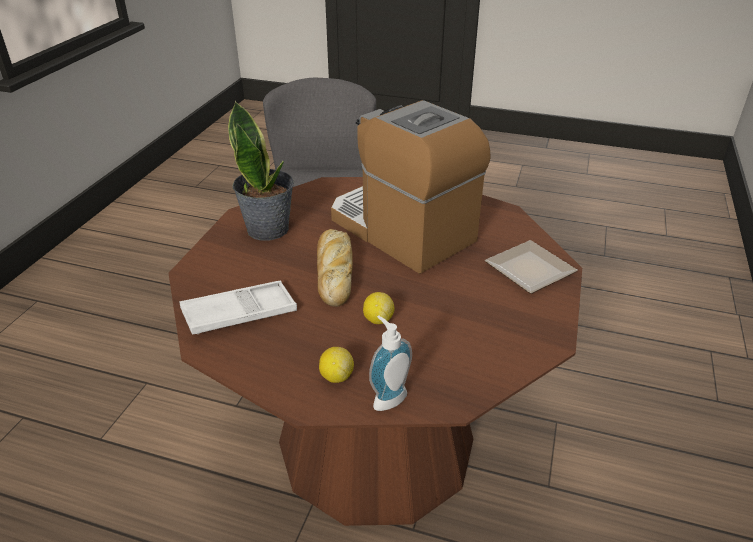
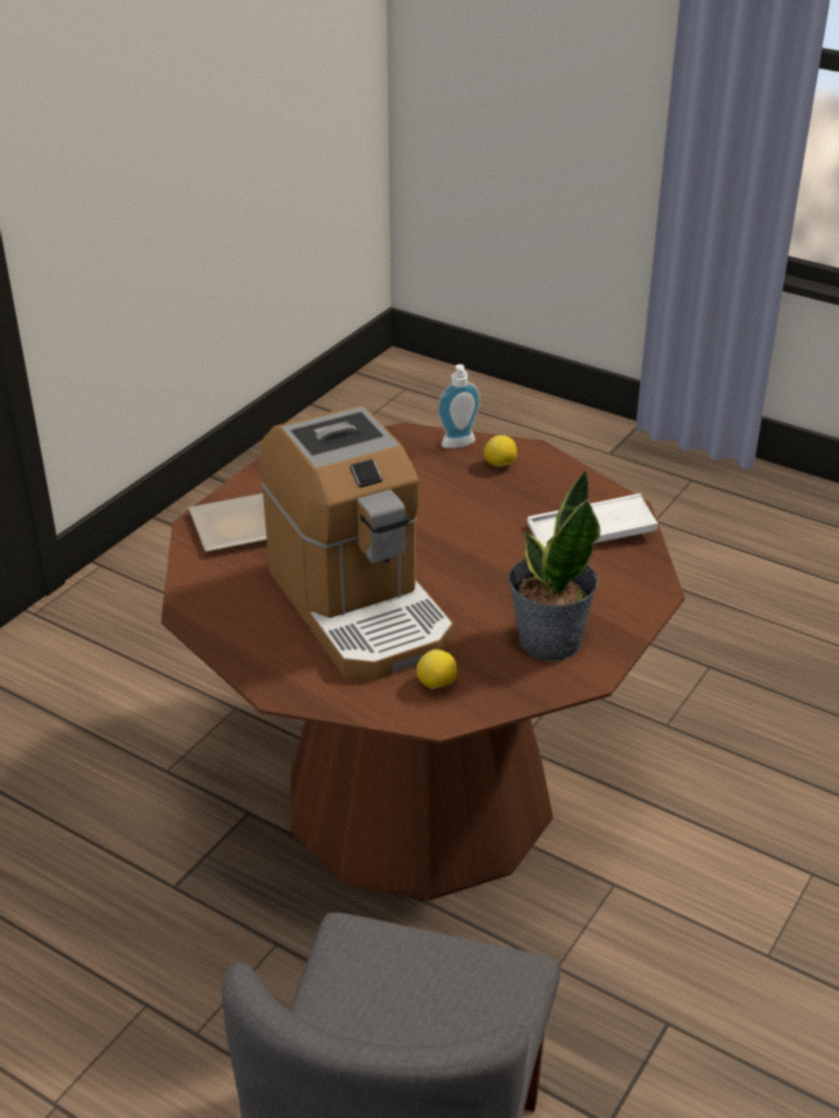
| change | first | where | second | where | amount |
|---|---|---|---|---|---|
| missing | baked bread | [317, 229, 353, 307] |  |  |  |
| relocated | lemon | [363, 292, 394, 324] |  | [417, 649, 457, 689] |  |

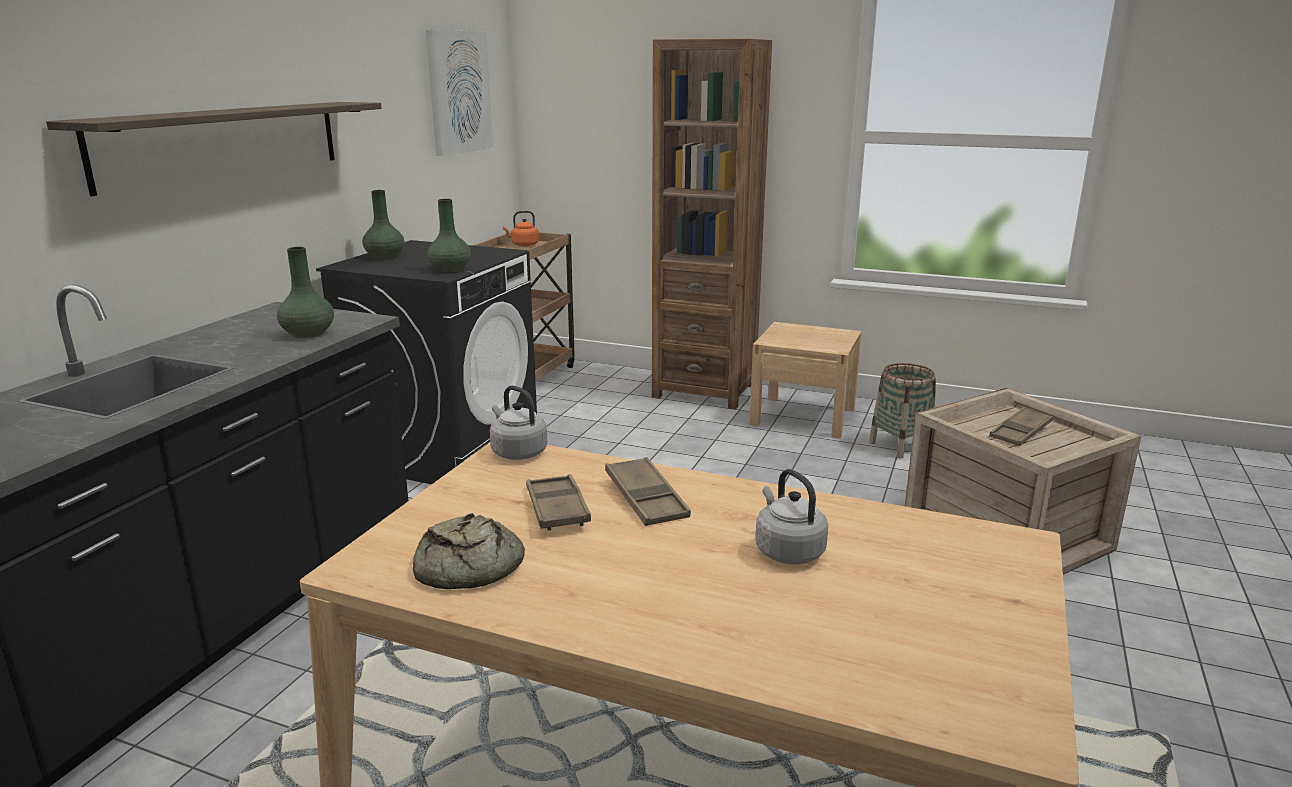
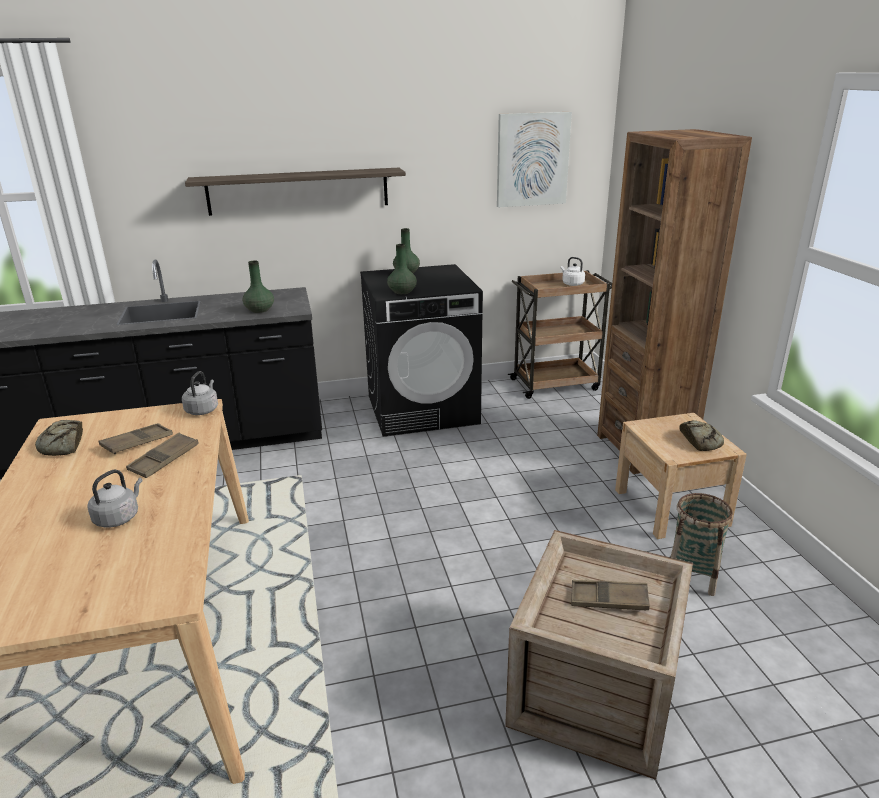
| change | first | where | second | where | amount |
|---|---|---|---|---|---|
| colour | orange kettle | [503, 211, 539, 246] | whitish kettle | [561, 257, 585, 286] |  |
| appeared |  |  | baked bread | [679, 420, 724, 451] |  |

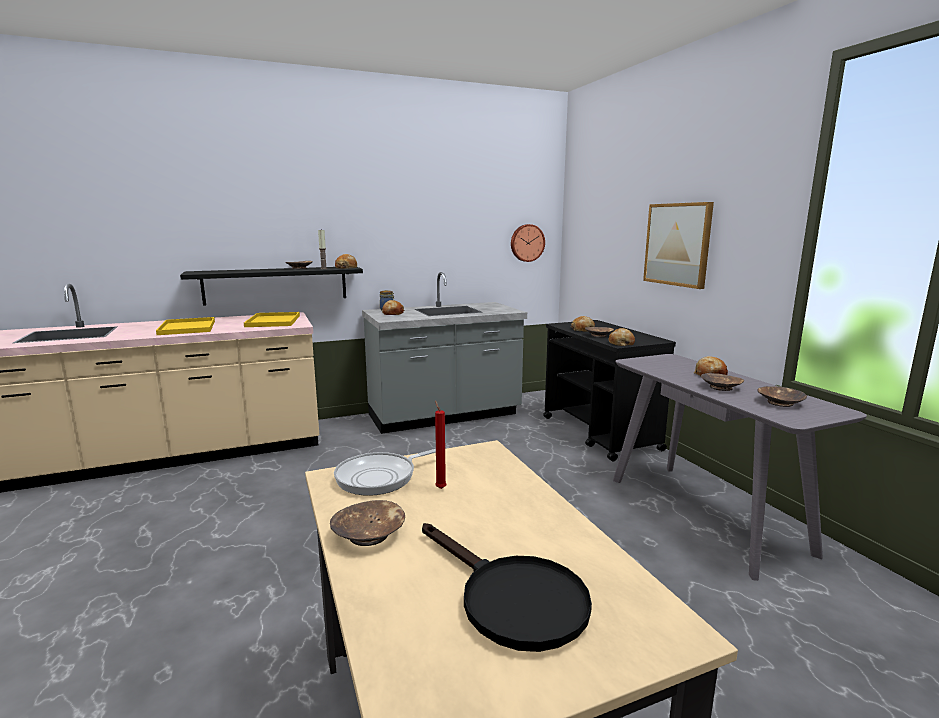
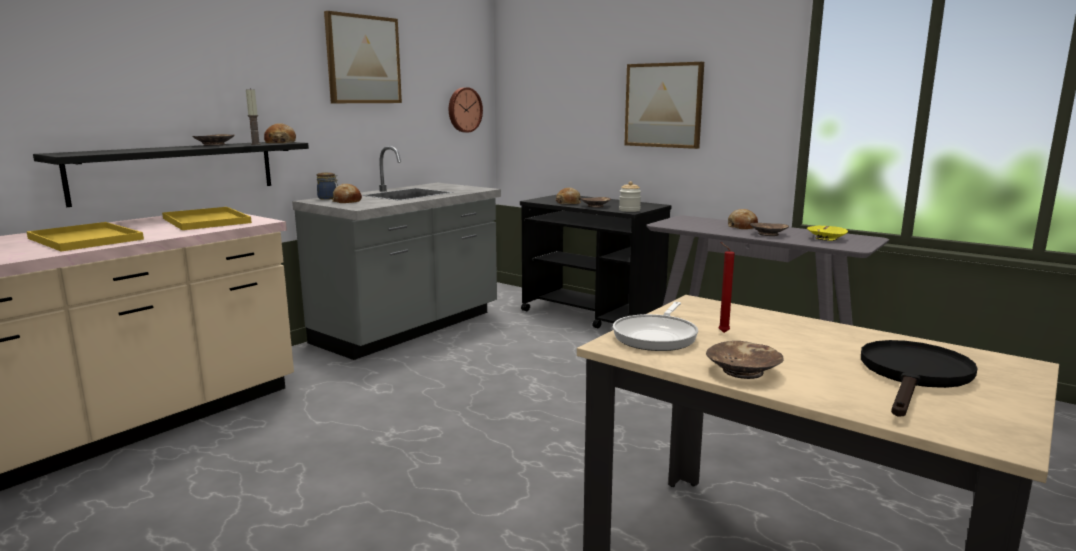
| change | first | where | second | where | amount |
|---|---|---|---|---|---|
| exchanged | baked bread | [609, 328, 635, 346] | preserve jar | [619, 181, 641, 212] |  |
| colour | brown bowl | [757, 386, 807, 407] | yellow-coloured bowl | [807, 226, 848, 241] |  |
| spun | black-coloured pan | [422, 523, 592, 652] |  | [861, 340, 978, 417] | 75 degrees counterclockwise |
| appeared |  |  | picture | [324, 11, 402, 103] |  |

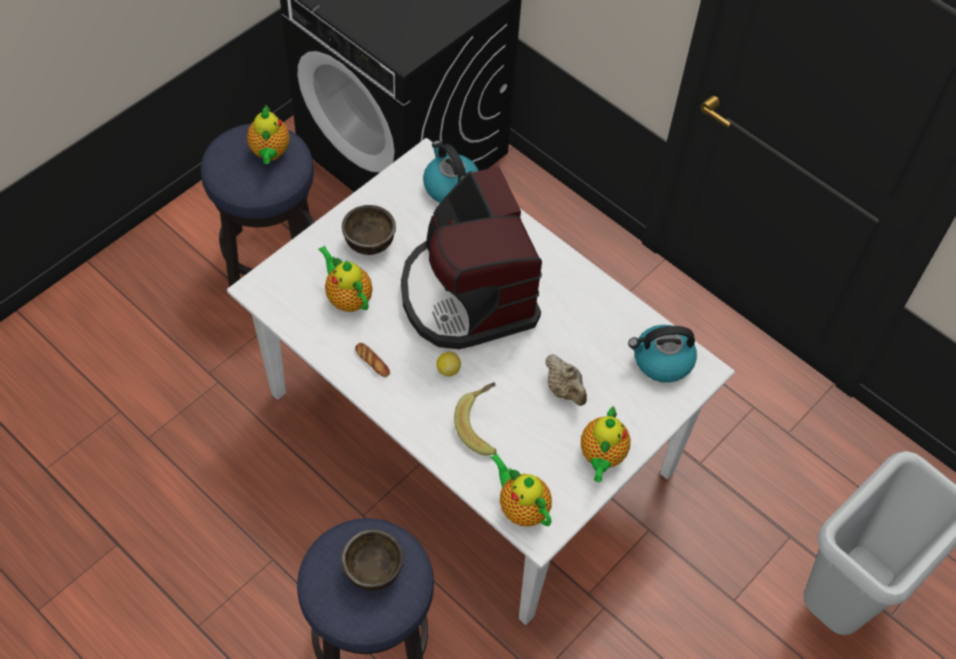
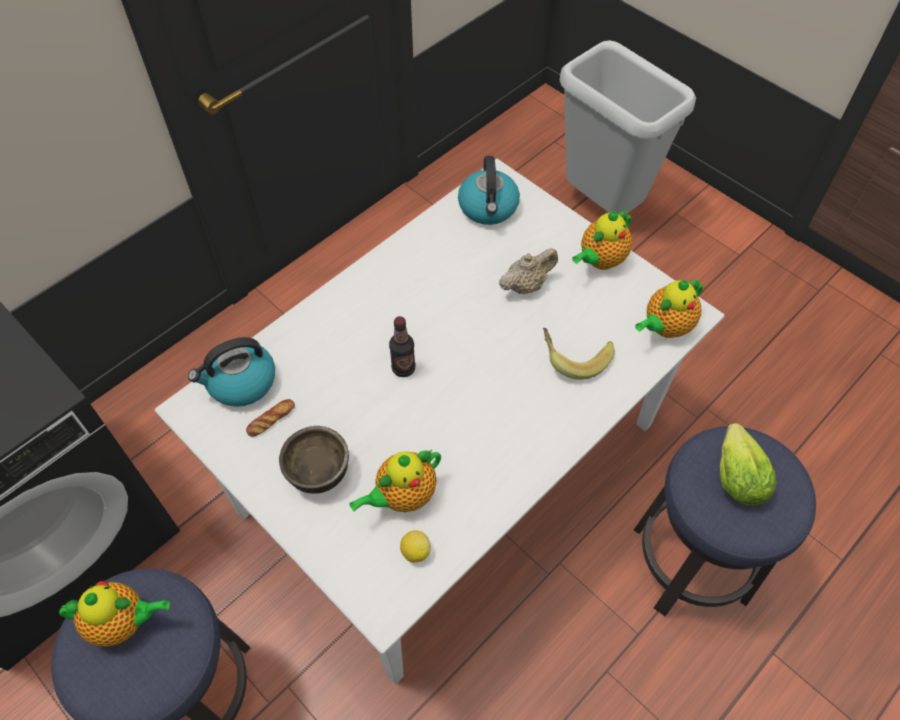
| change | first | where | second | where | amount |
|---|---|---|---|---|---|
| exchanged | coffee brewer | [401, 166, 542, 349] | beverage bottle | [389, 316, 415, 377] |  |
| relocated | baked bread | [355, 343, 390, 377] |  | [246, 399, 295, 437] |  |
| relocated | lemon | [437, 352, 461, 377] |  | [400, 530, 431, 562] |  |
| spun | tea pot | [581, 406, 630, 482] |  | [572, 211, 632, 270] | 120 degrees clockwise |
| exchanged | brown bowl | [342, 529, 403, 591] | lettuce | [720, 423, 777, 506] |  |

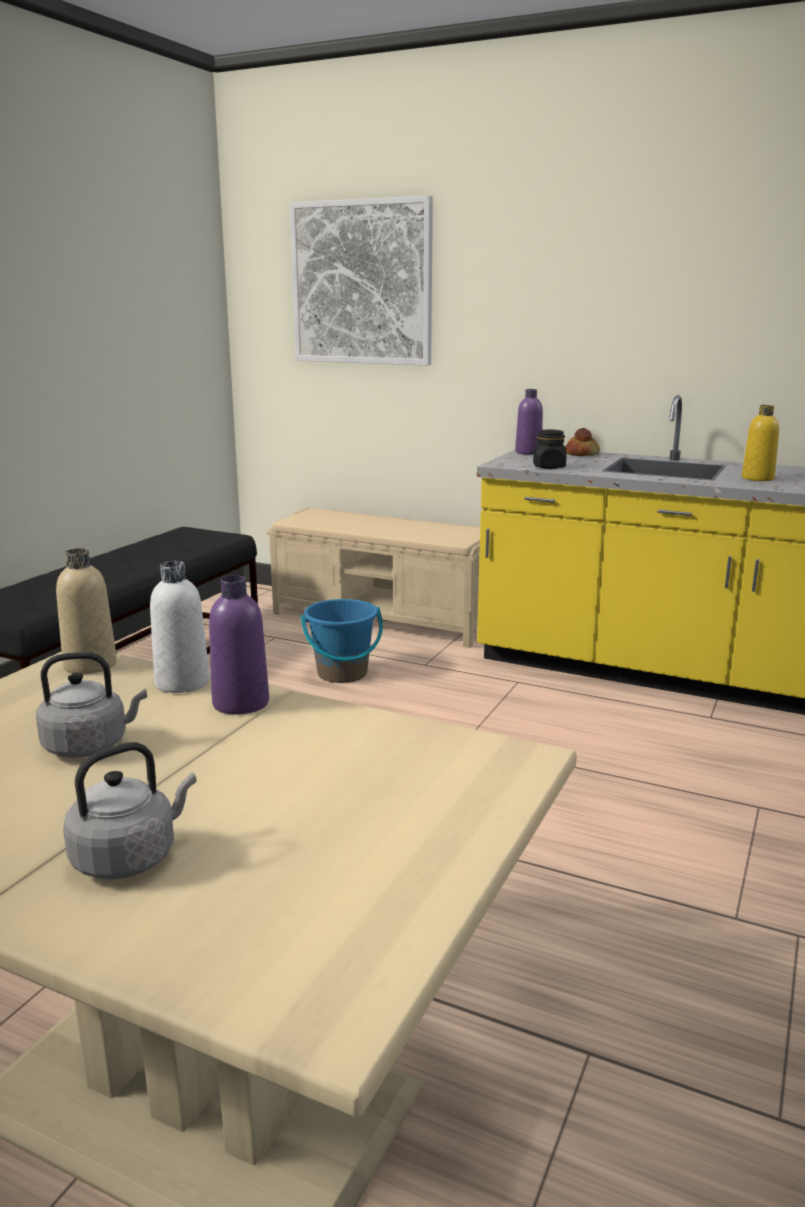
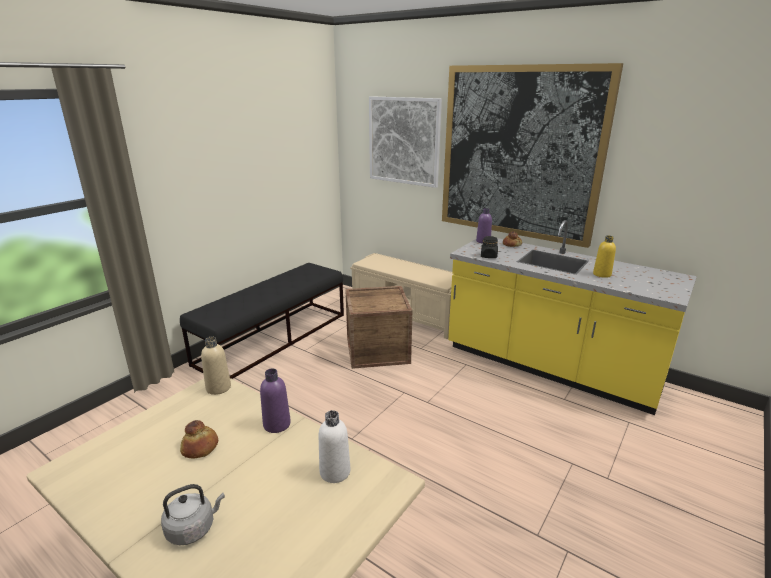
| change | first | where | second | where | amount |
|---|---|---|---|---|---|
| relocated | whitish beverage bottle | [150, 561, 209, 693] |  | [318, 410, 350, 483] |  |
| exchanged | bluish water bucket | [300, 599, 383, 683] | crate | [345, 286, 412, 369] |  |
| exchanged | grey kettle | [36, 652, 147, 758] | baked bread | [180, 420, 218, 458] |  |
| appeared |  |  | picture | [442, 63, 623, 248] |  |

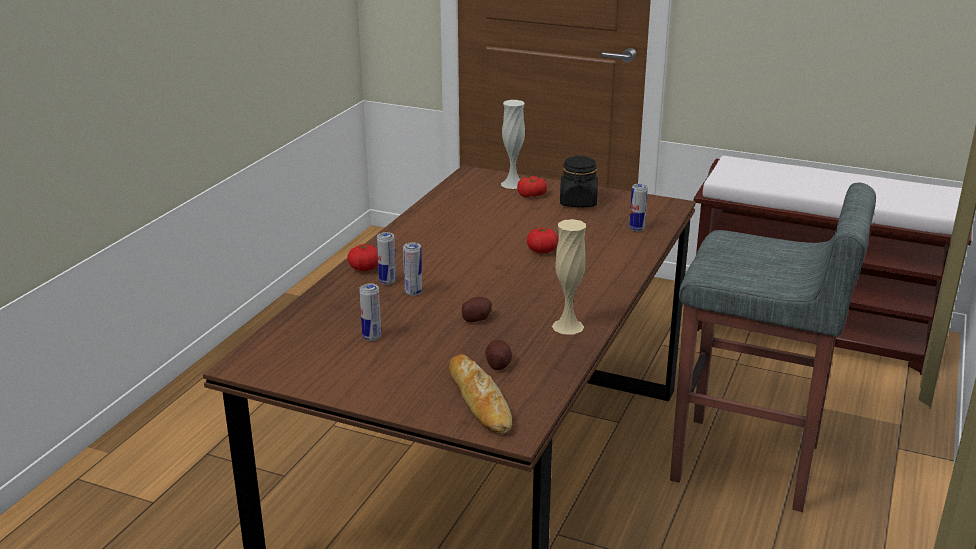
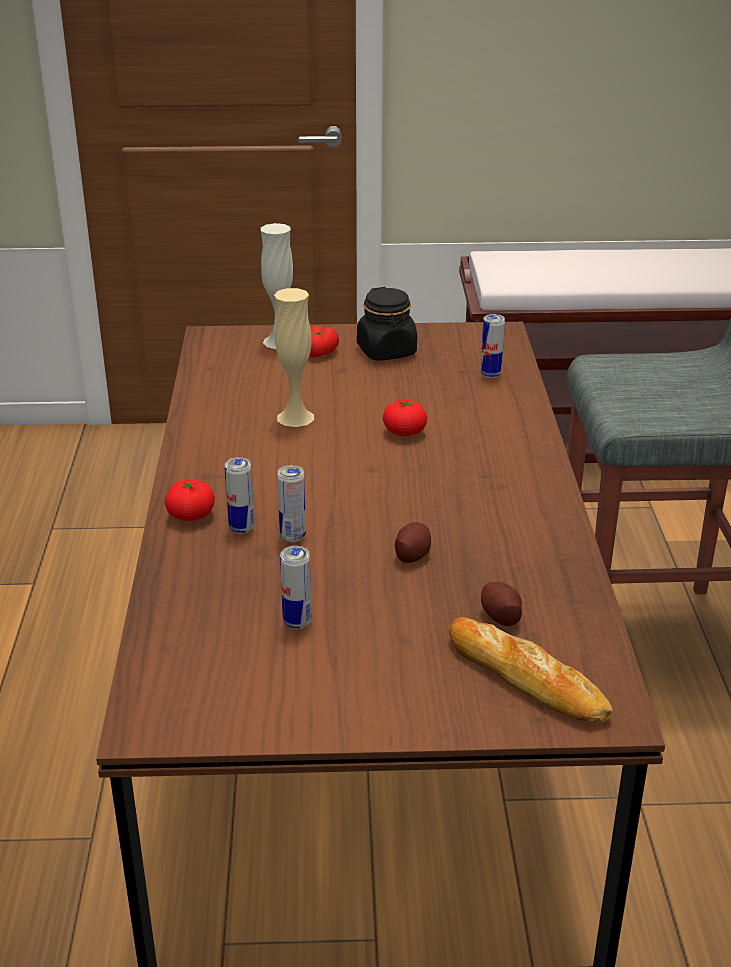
| change | first | where | second | where | amount |
|---|---|---|---|---|---|
| relocated | sand-coloured decorative vase | [552, 219, 586, 335] |  | [274, 288, 314, 427] |  |

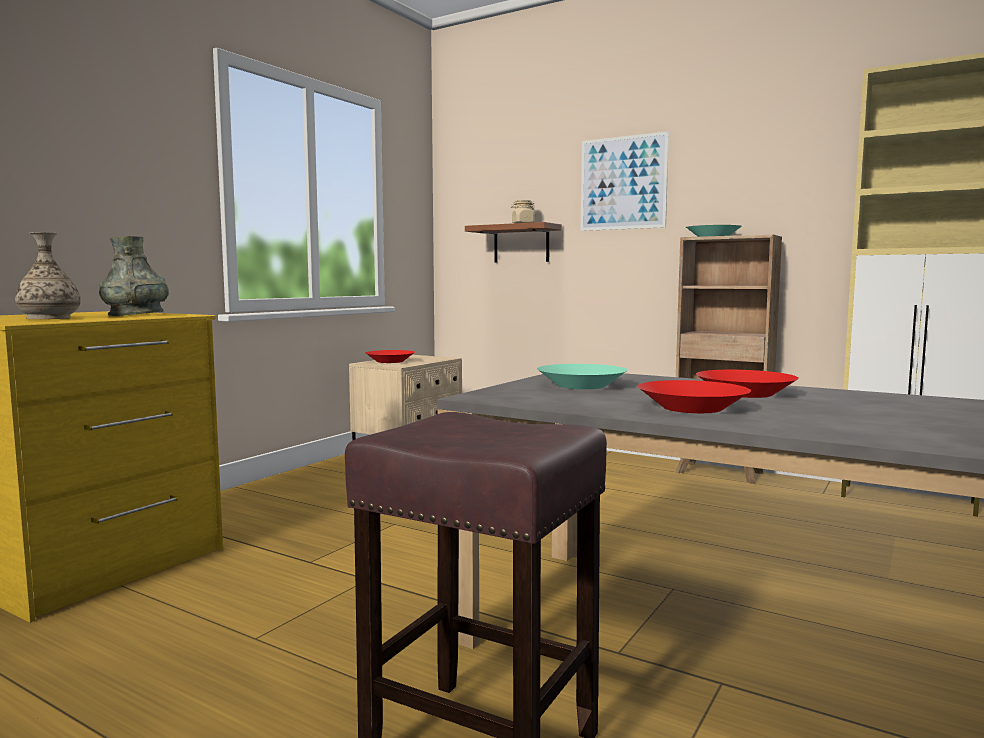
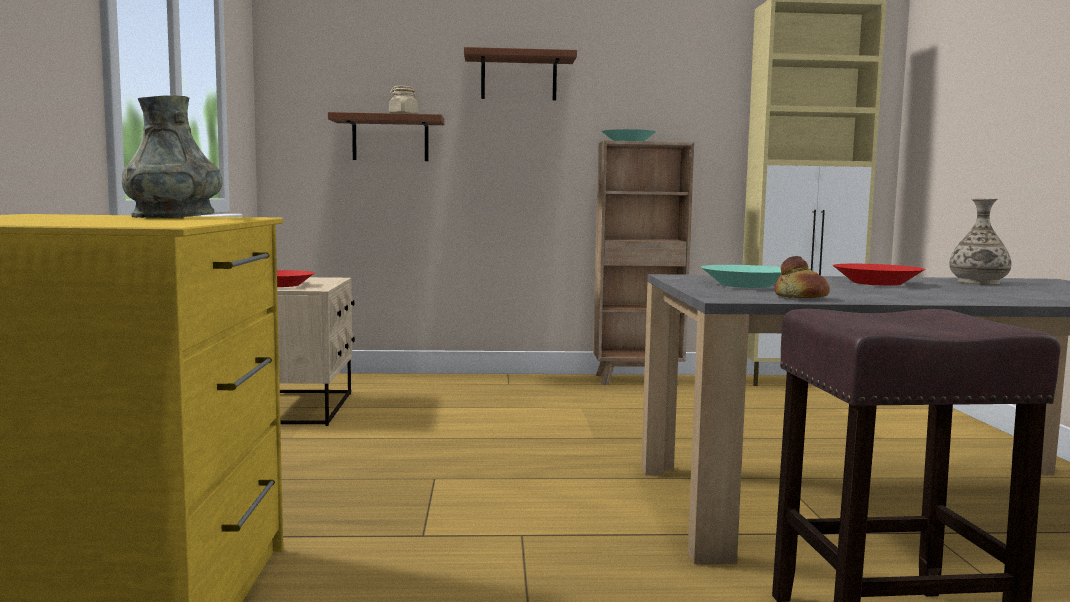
| change | first | where | second | where | amount |
|---|---|---|---|---|---|
| exchanged | picture | [580, 131, 669, 231] | brown bracket shelf | [464, 47, 577, 100] |  |
| relocated | decorative vase | [15, 232, 81, 319] |  | [949, 199, 1011, 285] |  |
| missing | red bowl | [637, 380, 751, 413] |  |  |  |
| appeared |  |  | baked bread | [775, 256, 830, 298] |  |

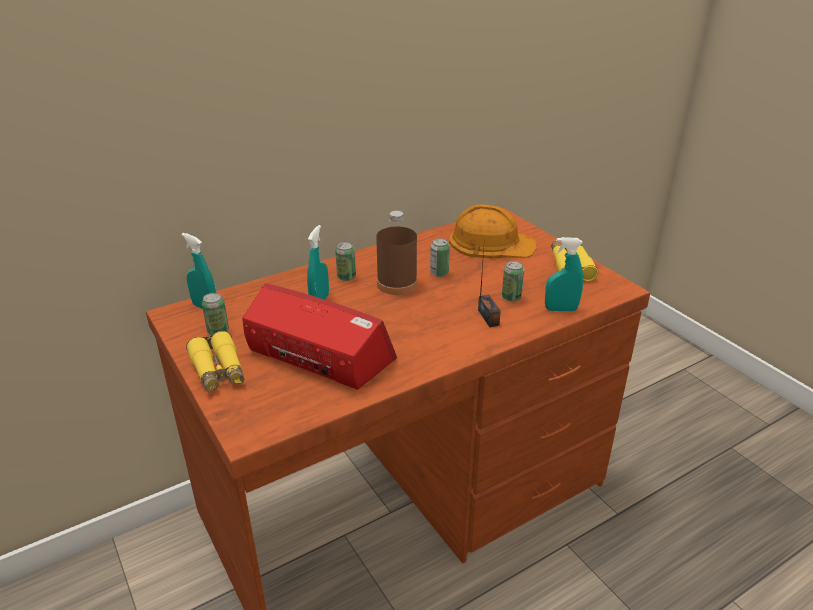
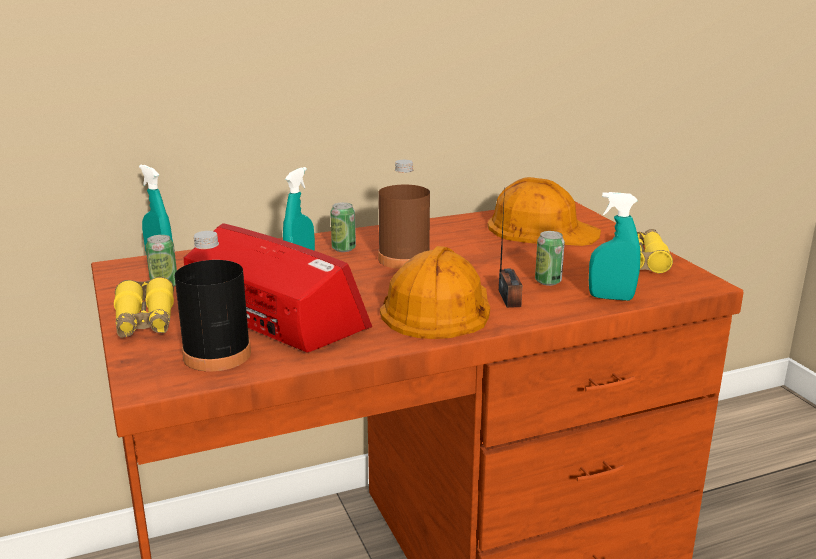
| change | first | where | second | where | amount |
|---|---|---|---|---|---|
| missing | metal can | [430, 238, 450, 277] |  |  |  |
| appeared |  |  | black-coloured beverage bottle | [175, 231, 251, 371] |  |
| appeared |  |  | orange work helmet | [380, 246, 490, 339] |  |

